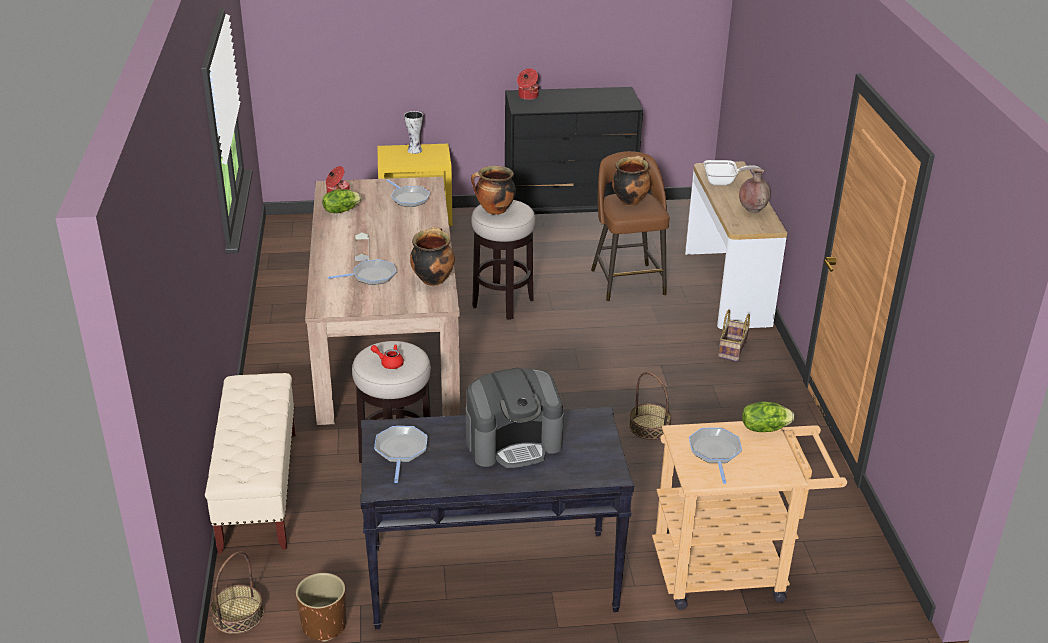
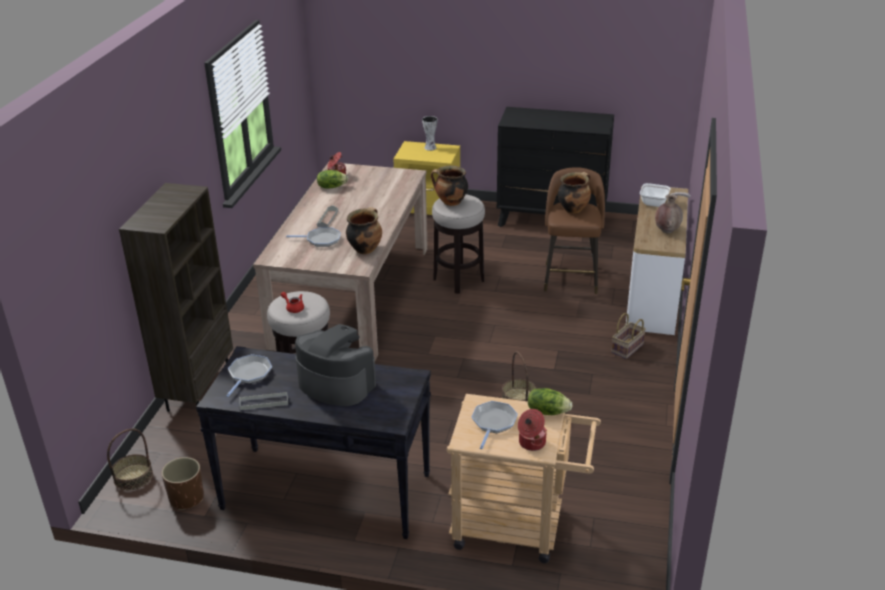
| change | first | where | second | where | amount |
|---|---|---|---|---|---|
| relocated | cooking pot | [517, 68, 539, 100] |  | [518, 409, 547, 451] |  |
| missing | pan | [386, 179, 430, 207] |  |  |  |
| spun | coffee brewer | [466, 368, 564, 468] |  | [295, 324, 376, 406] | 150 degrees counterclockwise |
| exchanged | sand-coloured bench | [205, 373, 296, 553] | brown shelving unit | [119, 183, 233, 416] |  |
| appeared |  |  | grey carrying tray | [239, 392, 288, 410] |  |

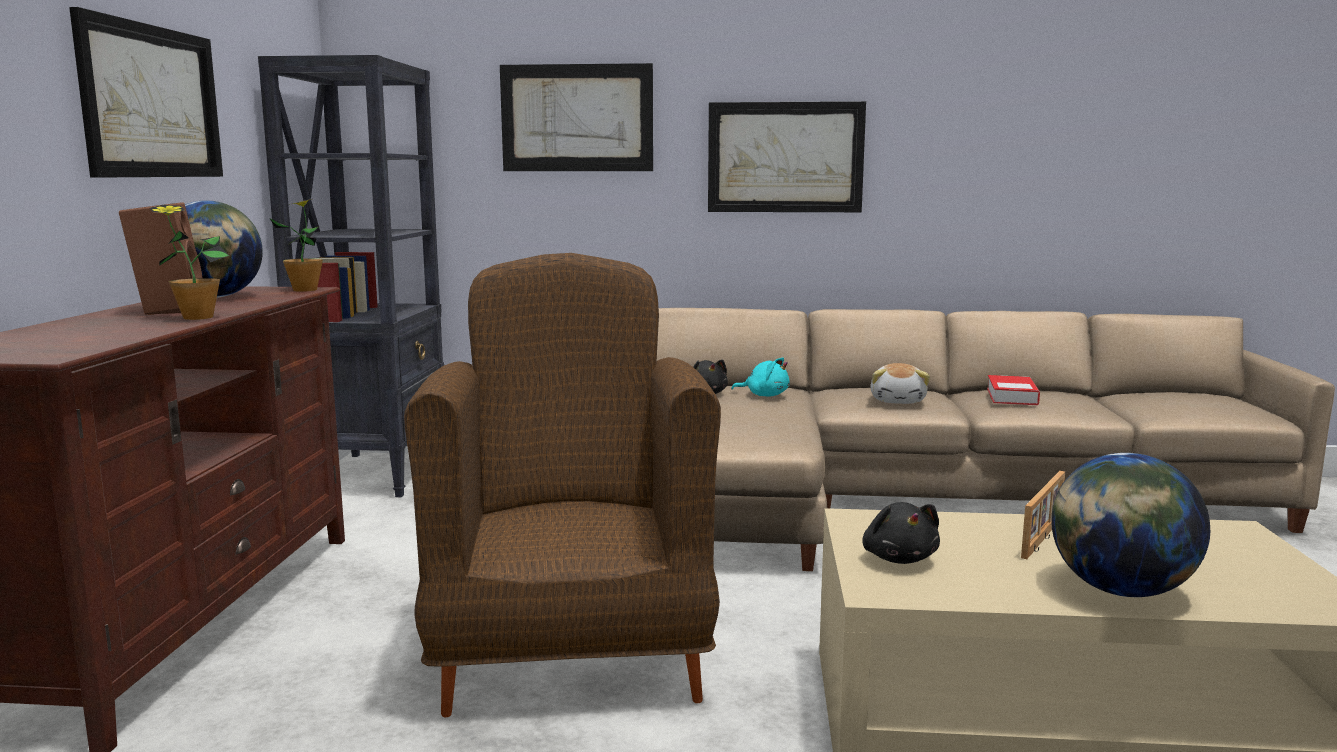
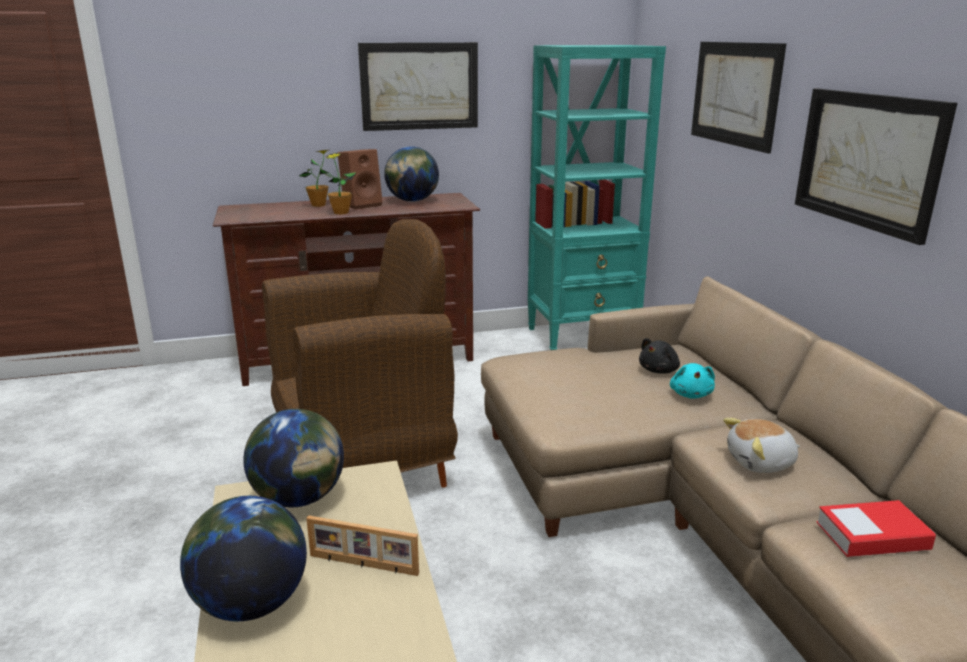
| change | first | where | second | where | amount |
|---|---|---|---|---|---|
| colour | black-coloured shelving unit | [258, 55, 444, 497] | turquoise shelving unit | [528, 45, 666, 350] |  |
| relocated | houseplant | [270, 199, 323, 292] |  | [299, 150, 333, 207] |  |
| exchanged | black-coloured cuddly toy | [862, 502, 940, 564] | desk globe | [243, 409, 344, 507] |  |

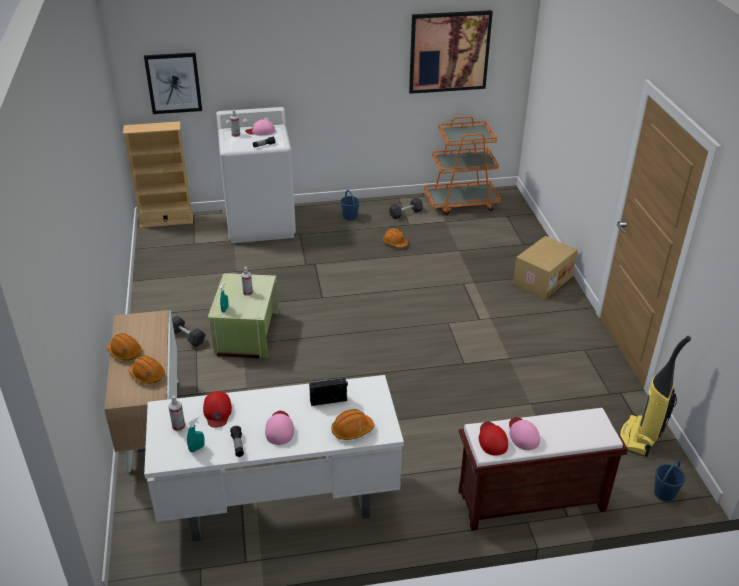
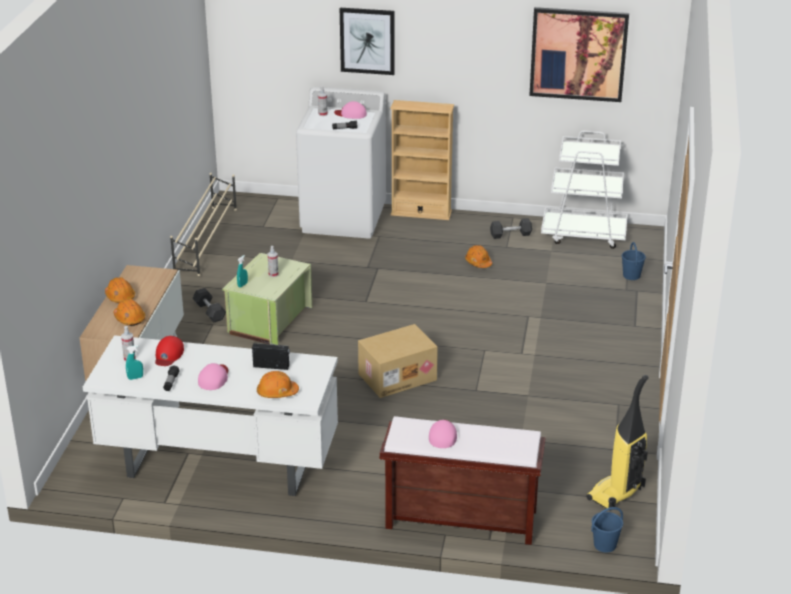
| change | first | where | second | where | amount |
|---|---|---|---|---|---|
| relocated | picture | [144, 52, 202, 114] |  | [340, 8, 395, 75] |  |
| colour | orange trolley | [425, 116, 501, 215] | whitish trolley | [541, 131, 628, 249] |  |
| relocated | sand-coloured shelving unit | [123, 121, 193, 228] |  | [390, 100, 454, 220] |  |
| relocated | bluish water bucket | [340, 190, 360, 221] |  | [622, 242, 646, 280] |  |
| relocated | packing box | [513, 236, 578, 299] |  | [358, 324, 438, 398] |  |
| missing | red peaked cap | [479, 422, 508, 455] |  |  |  |
| appeared |  |  | sand-coloured shoe rack | [170, 173, 237, 276] |  |

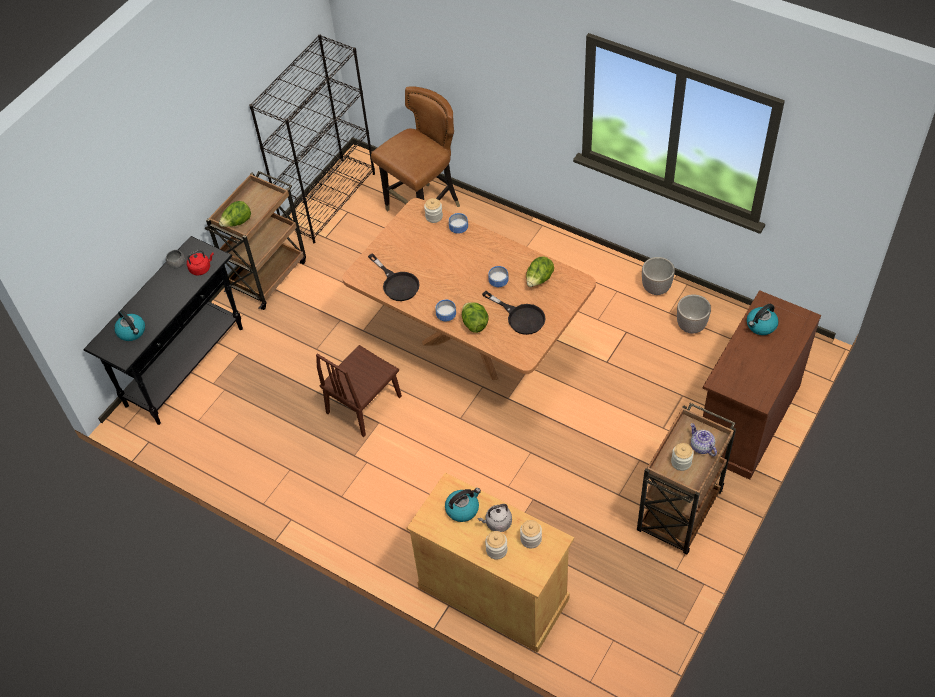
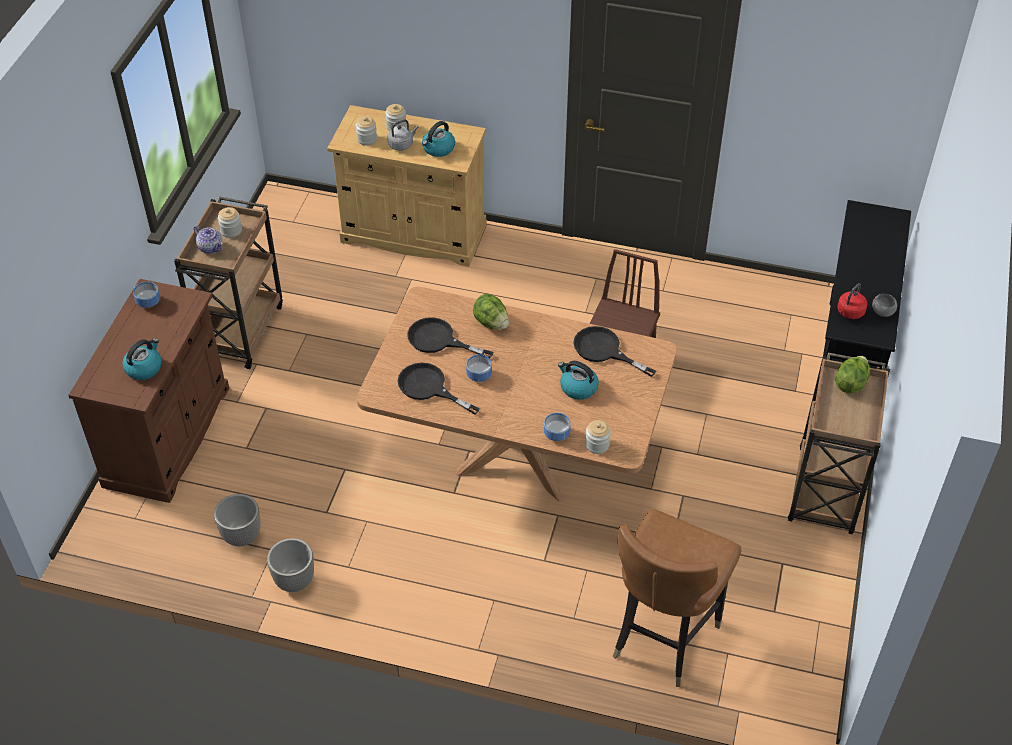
| change | first | where | second | where | amount |
|---|---|---|---|---|---|
| missing | black-coloured shelving unit | [249, 35, 375, 243] |  |  |  |
| exchanged | lettuce | [526, 257, 554, 287] | black-coloured pan | [397, 363, 480, 415] |  |
| relocated | bowl | [435, 300, 456, 321] |  | [133, 282, 160, 308] |  |
| relocated | kettle | [114, 310, 145, 341] |  | [558, 361, 599, 400] |  |

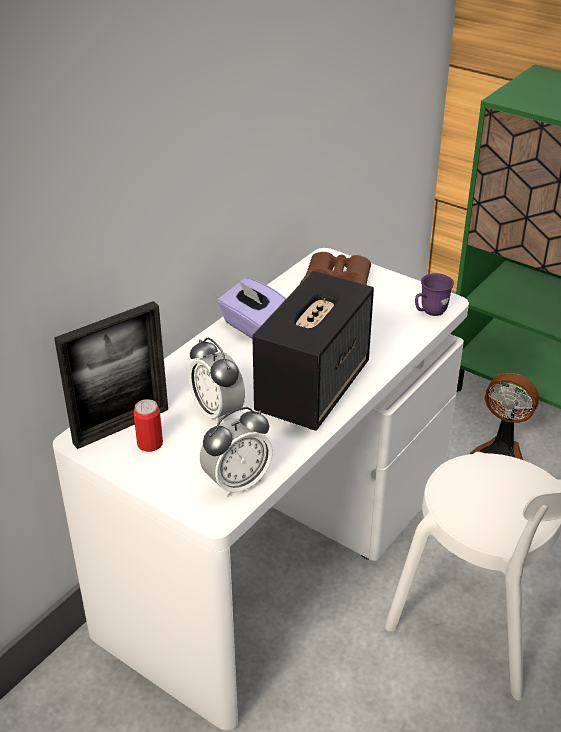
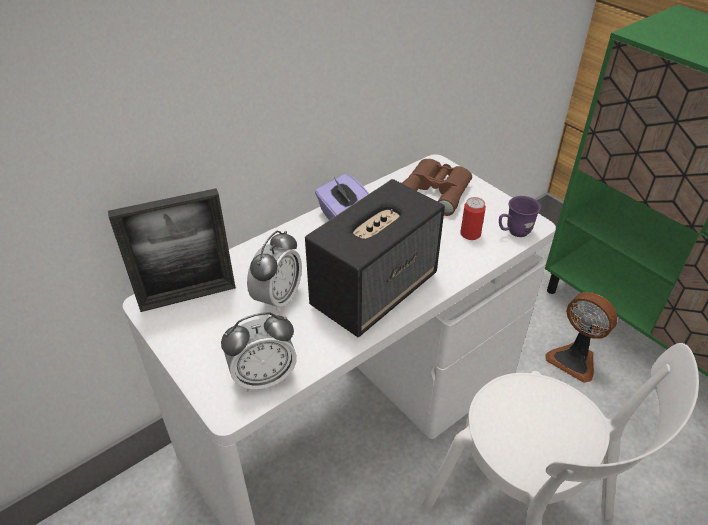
| change | first | where | second | where | amount |
|---|---|---|---|---|---|
| spun | bedside clock | [188, 338, 245, 424] |  | [247, 231, 302, 313] | 135 degrees counterclockwise |
| relocated | metal can | [133, 399, 163, 452] |  | [460, 197, 486, 240] |  |

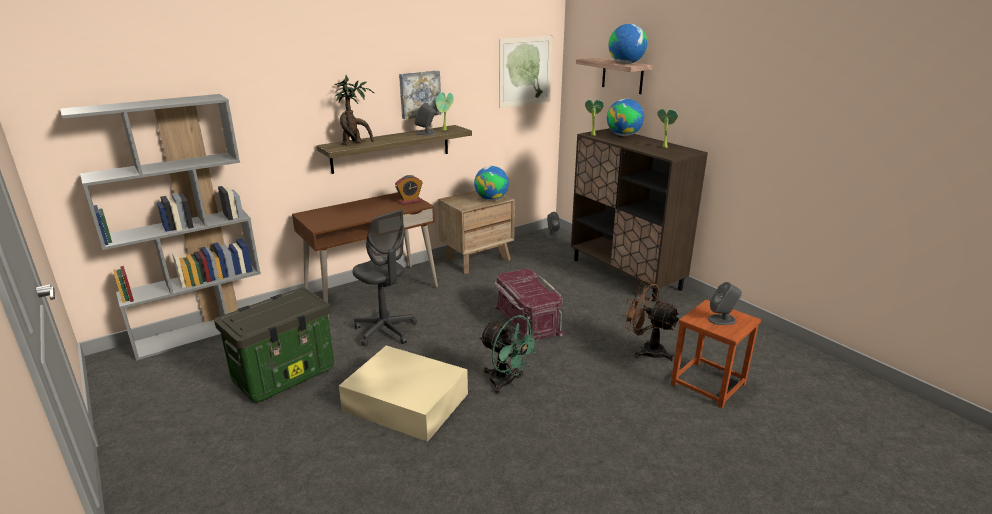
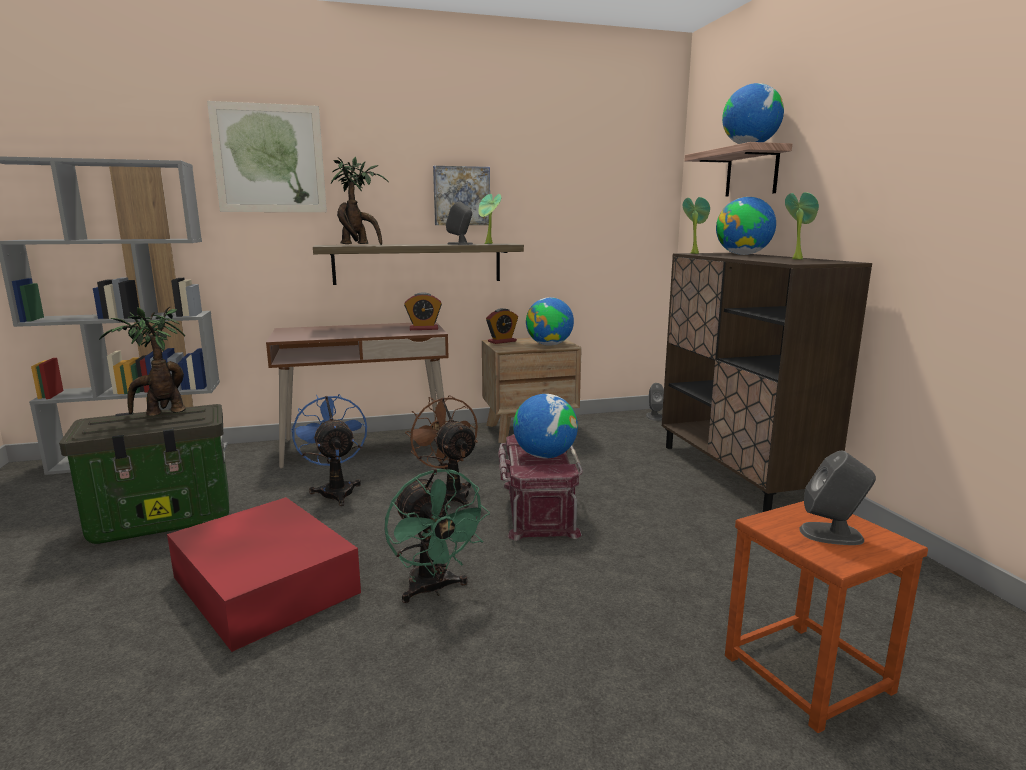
| change | first | where | second | where | amount |
|---|---|---|---|---|---|
| relocated | picture | [499, 36, 552, 108] |  | [207, 101, 327, 212] |  |
| exchanged | grey desk chair | [352, 210, 417, 347] | bluish cooling fan | [291, 394, 367, 506] |  |
| relocated | brown cooling fan | [623, 281, 680, 361] |  | [405, 395, 478, 508] |  |
| colour | sand-coloured storage bin | [339, 346, 468, 442] | red storage bin | [167, 497, 361, 652] |  |
| appeared |  |  | houseplant | [99, 306, 186, 416] |  |
| appeared |  |  | bedside clock | [486, 308, 518, 344] |  |
| appeared |  |  | desk globe | [513, 394, 578, 458] |  |

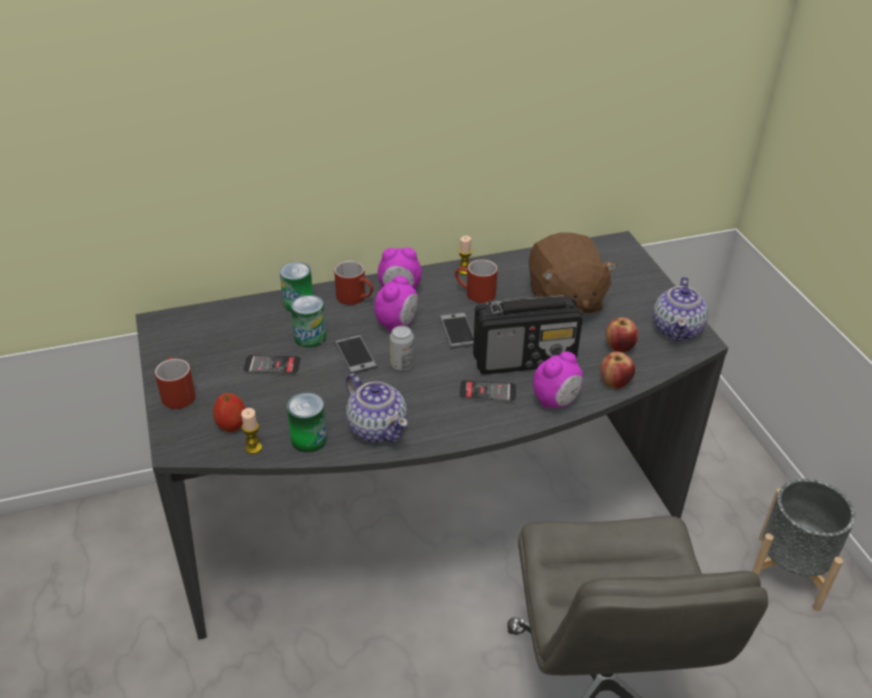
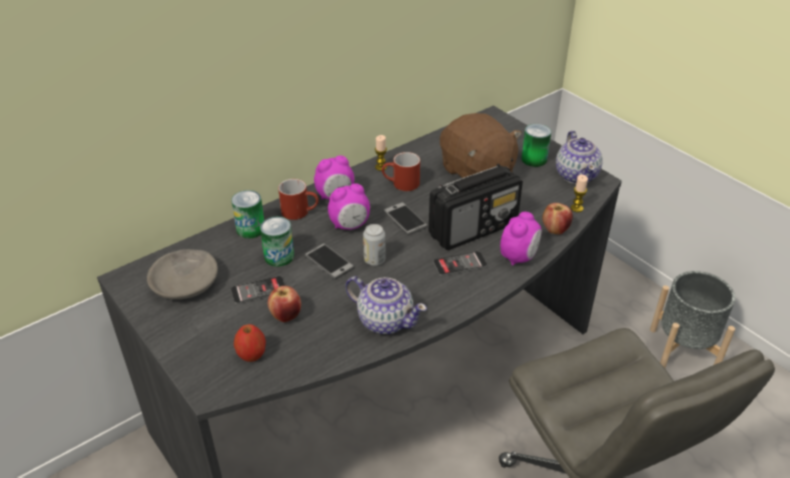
| change | first | where | second | where | amount |
|---|---|---|---|---|---|
| spun | bedside clock | [374, 276, 418, 332] |  | [328, 183, 370, 230] | 60 degrees clockwise |
| relocated | apple fruit | [605, 317, 638, 352] |  | [268, 286, 301, 322] |  |
| missing | red mug | [155, 357, 196, 409] |  |  |  |
| relocated | metal can | [287, 393, 327, 453] |  | [521, 124, 551, 167] |  |
| relocated | candle | [241, 408, 262, 454] |  | [571, 175, 588, 212] |  |
| appeared |  |  | grey bowl | [147, 249, 218, 300] |  |

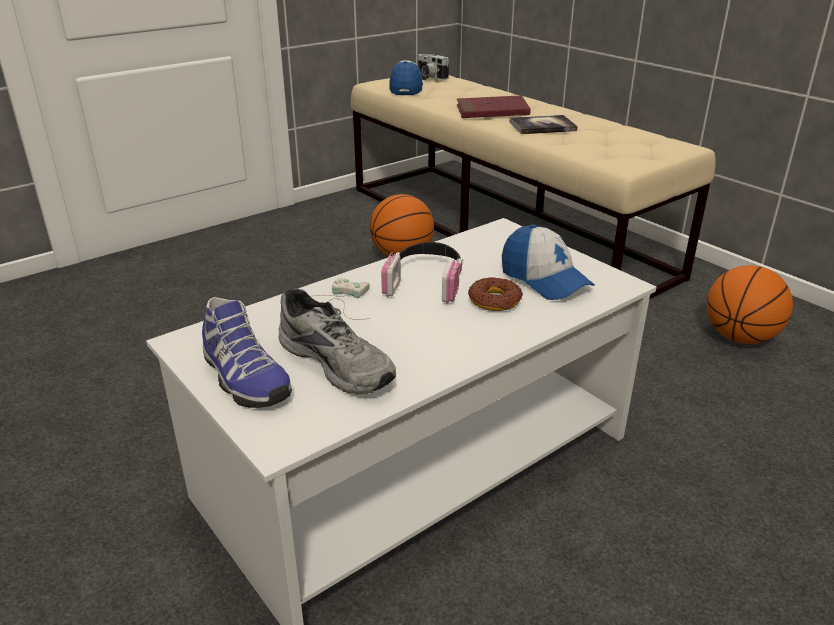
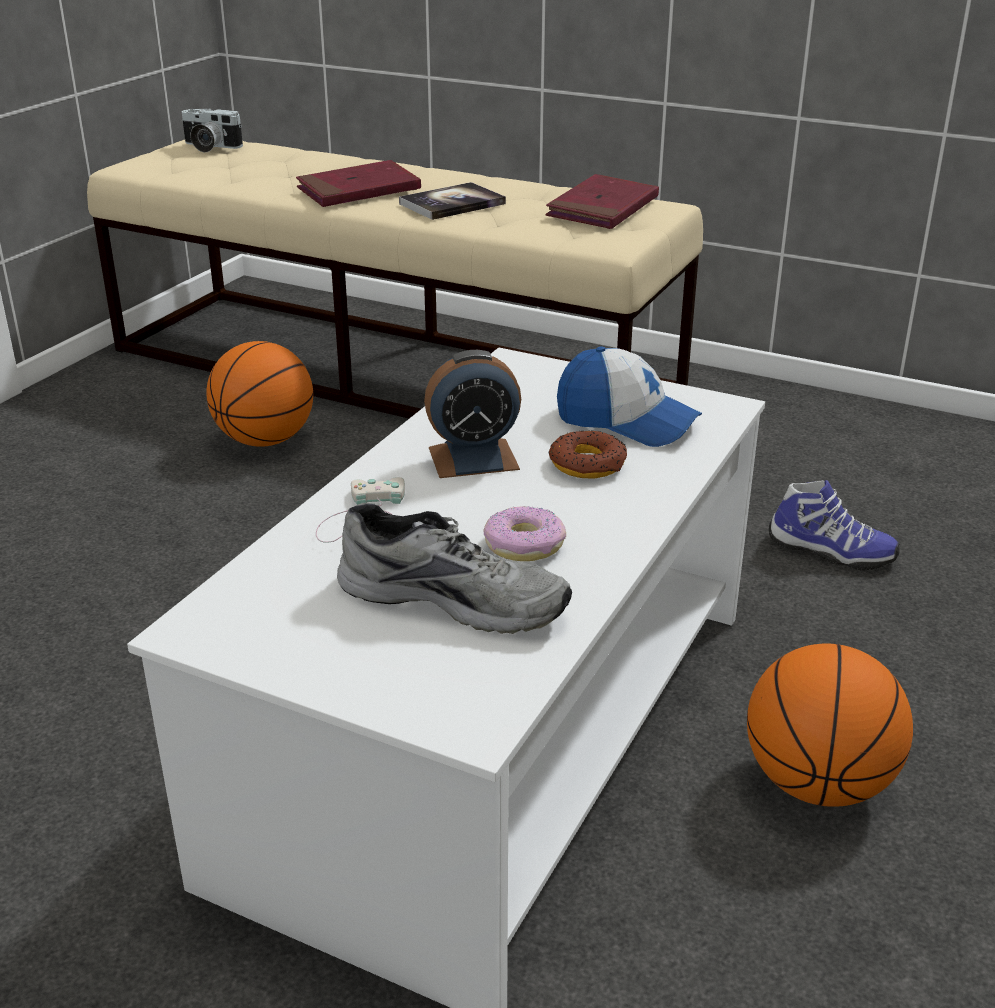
| change | first | where | second | where | amount |
|---|---|---|---|---|---|
| missing | peaked cap | [389, 60, 423, 95] |  |  |  |
| exchanged | headset | [381, 242, 463, 303] | bedside clock | [424, 350, 521, 478] |  |
| relocated | ball for basketball | [707, 265, 793, 344] |  | [747, 644, 913, 807] |  |
| relocated | low shoe | [202, 297, 292, 408] |  | [769, 480, 900, 571] |  |
| appeared |  |  | red book | [546, 174, 659, 229] |  |
| appeared |  |  | ring doughnut | [483, 506, 566, 561] |  |

